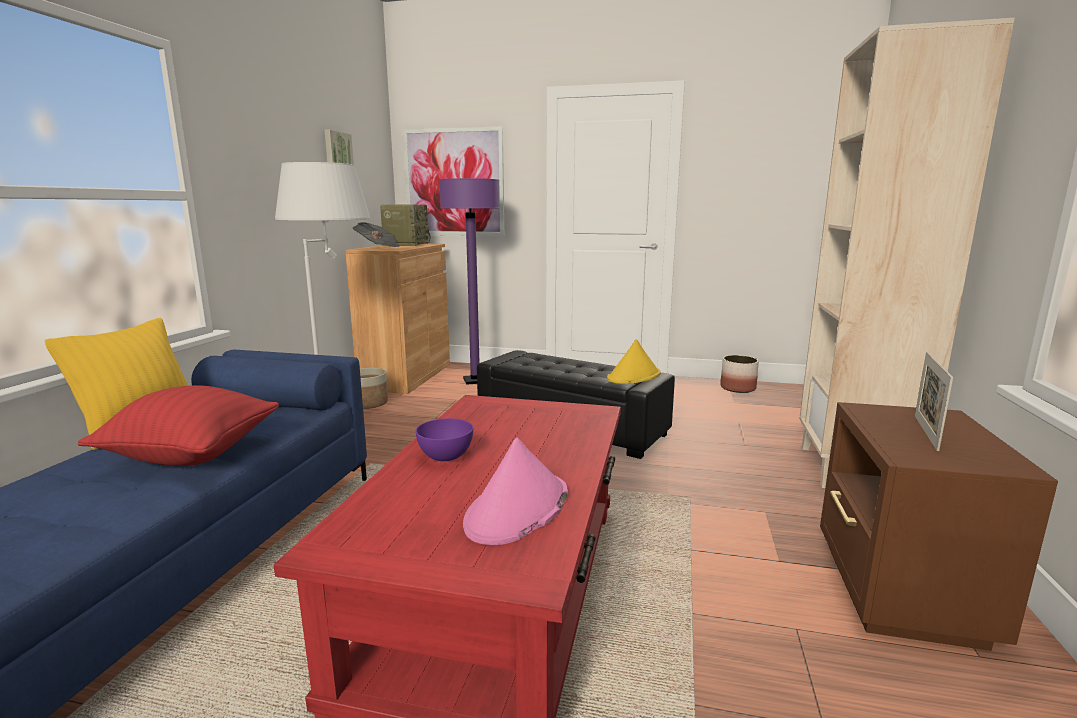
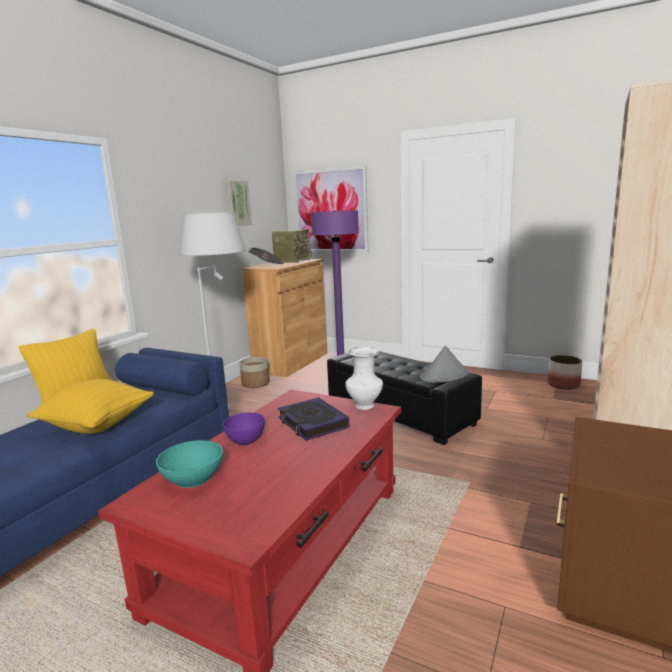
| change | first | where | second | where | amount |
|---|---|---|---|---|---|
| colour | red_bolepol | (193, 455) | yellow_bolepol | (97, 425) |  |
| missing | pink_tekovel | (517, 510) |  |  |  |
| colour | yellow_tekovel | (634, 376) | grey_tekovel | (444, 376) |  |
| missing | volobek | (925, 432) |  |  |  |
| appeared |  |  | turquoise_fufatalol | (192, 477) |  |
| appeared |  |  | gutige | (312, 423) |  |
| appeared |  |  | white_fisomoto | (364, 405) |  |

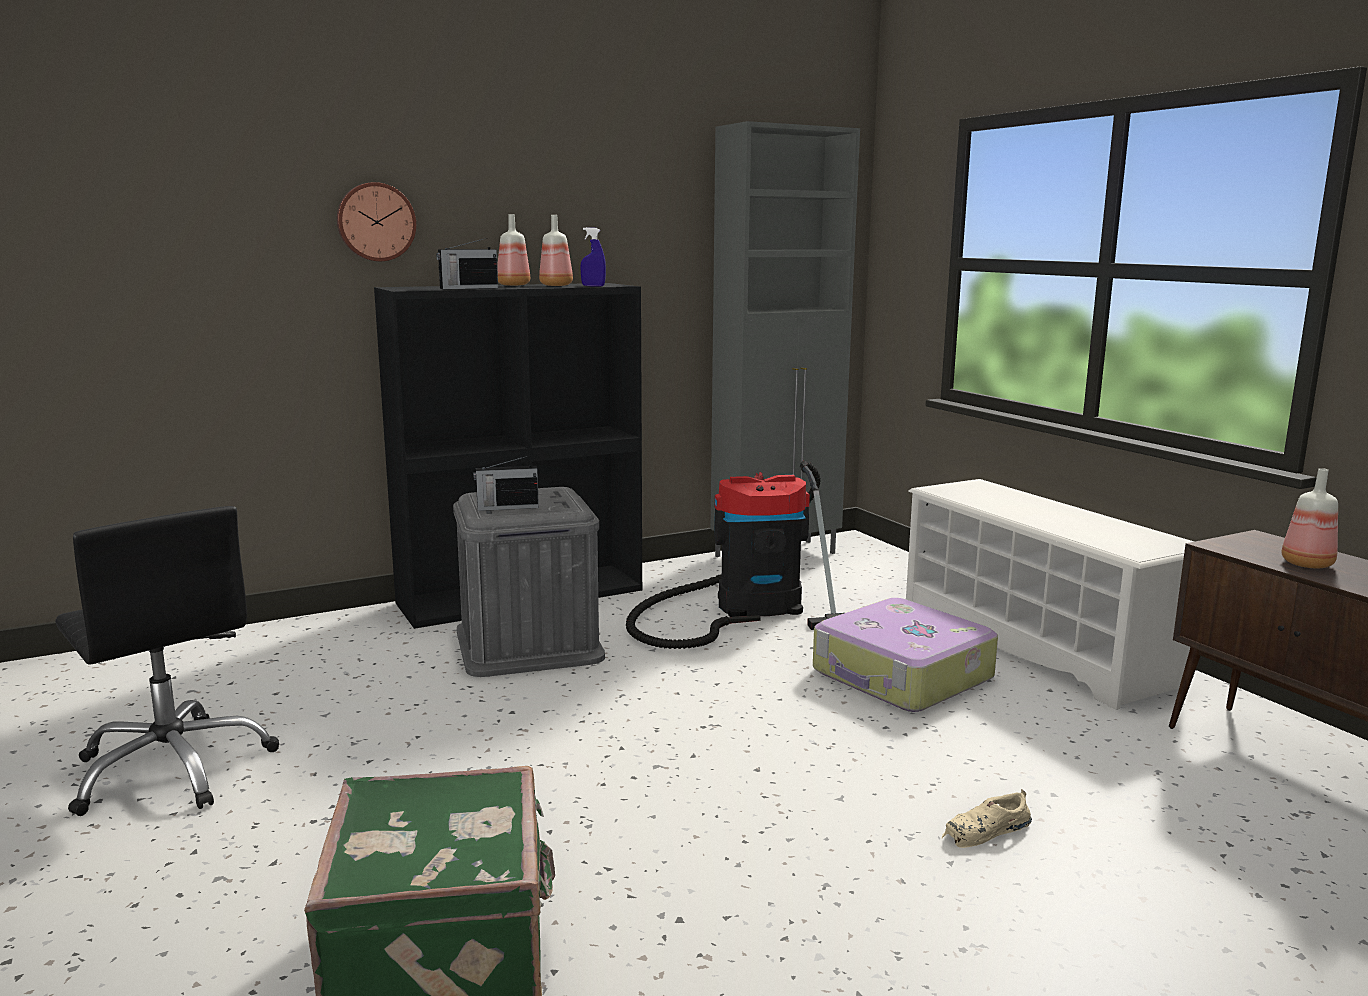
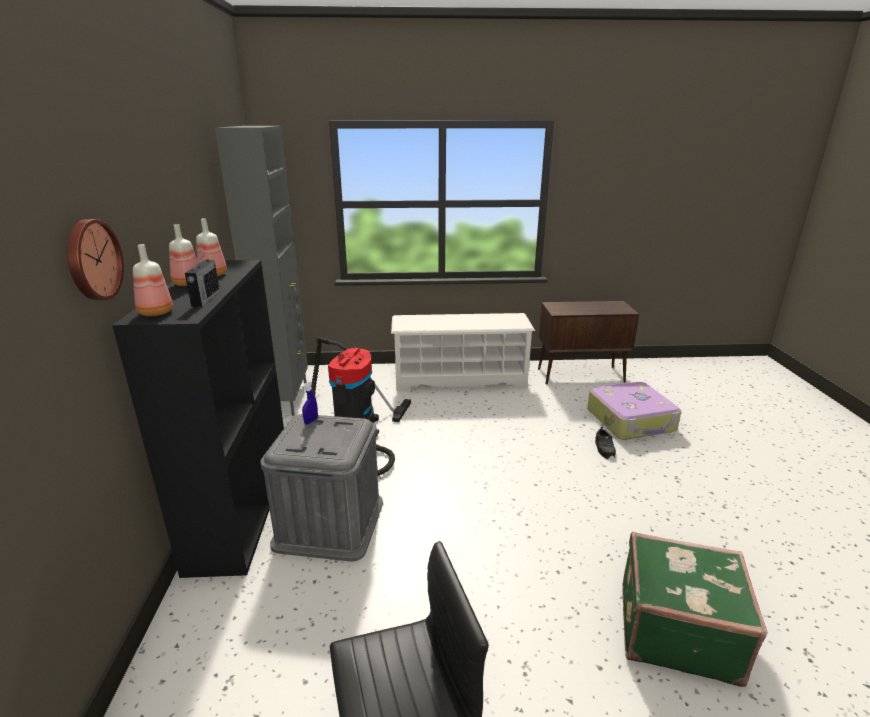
| change | first | where | second | where | amount |
|---|---|---|---|---|---|
| missing | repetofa | (506, 507) |  |  |  |
| relocated | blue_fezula | (593, 286) |  | (311, 421) |  |
| relocated | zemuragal | (902, 676) |  | (631, 420) |  |
| colour | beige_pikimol | (985, 831) | black_pikimol | (604, 448) |  |
| relocated | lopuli | (1305, 564) |  | (155, 313) |  |

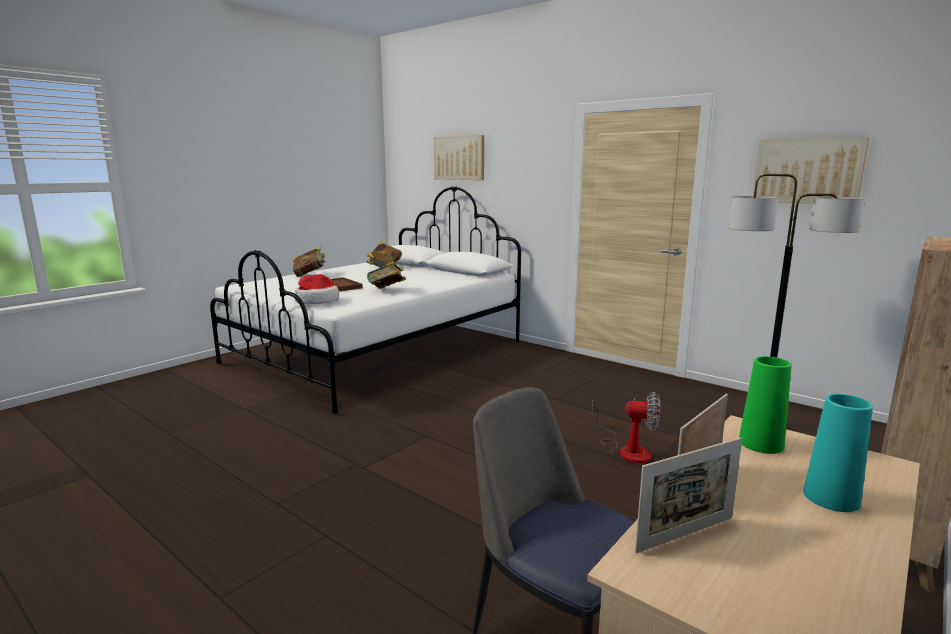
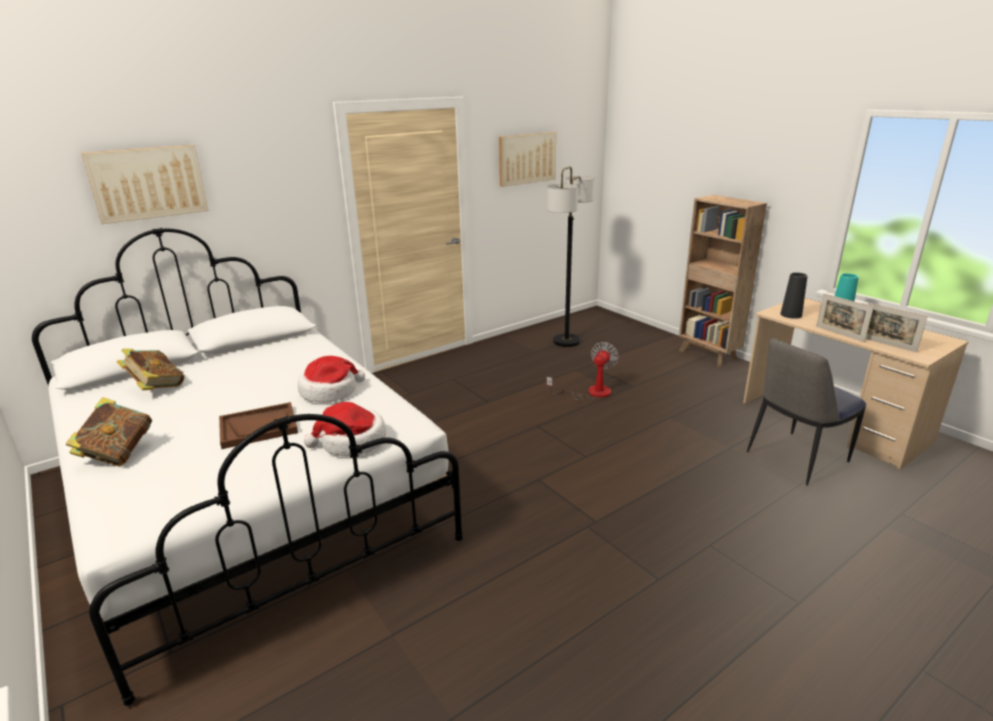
| change | first | where | second | where | amount |
|---|---|---|---|---|---|
| exchanged | gutige | (387, 291) | tekovel | (330, 391) |  |
| spun | volobek | (685, 534) |  | (887, 344) | 150 degrees clockwise |
| colour | green_fisomoto | (761, 443) | black_fisomoto | (791, 315) |  |

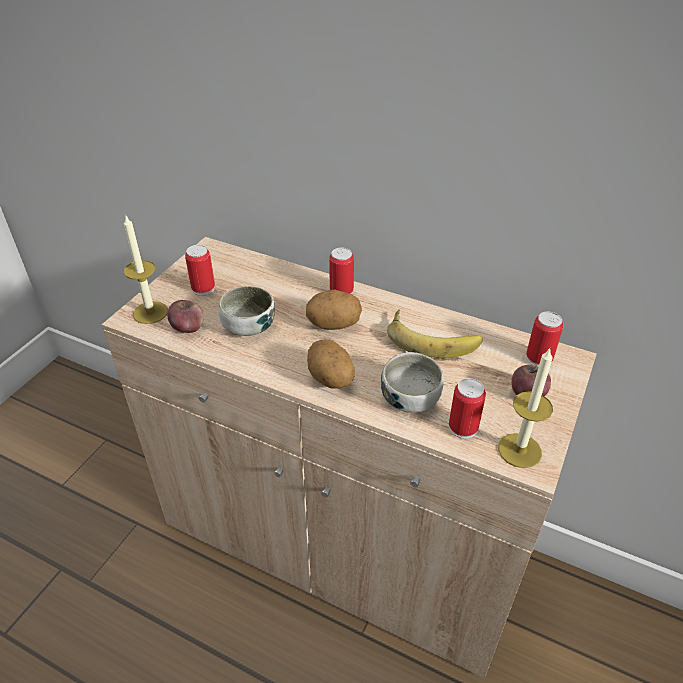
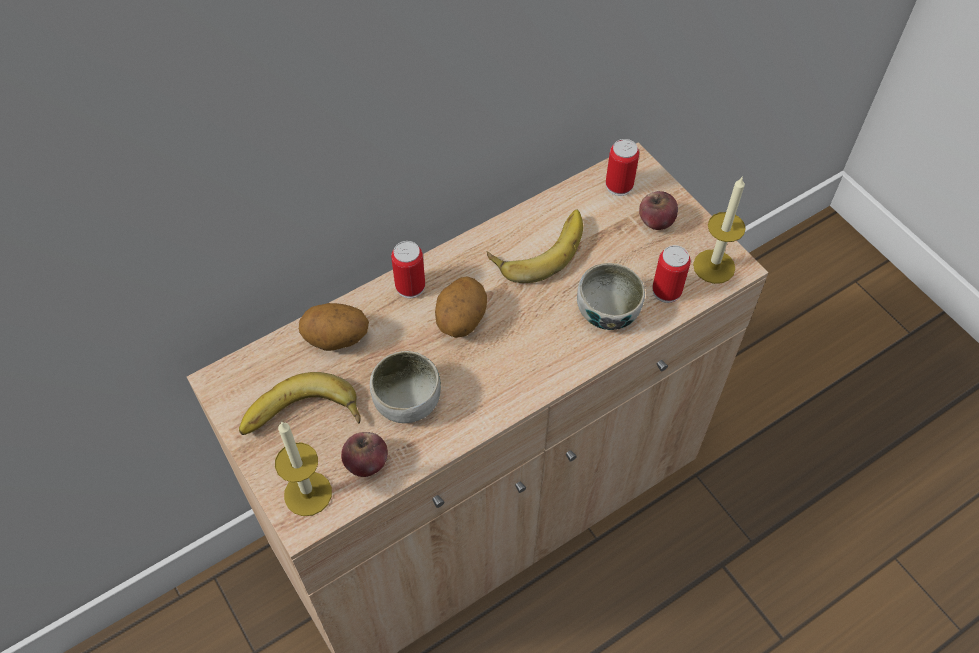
| change | first | where | second | where | amount |
|---|---|---|---|---|---|
| exchanged | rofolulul | (203, 289) | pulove | (302, 419) |  |
| relocated | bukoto | (330, 380) |  | (336, 340) |  |

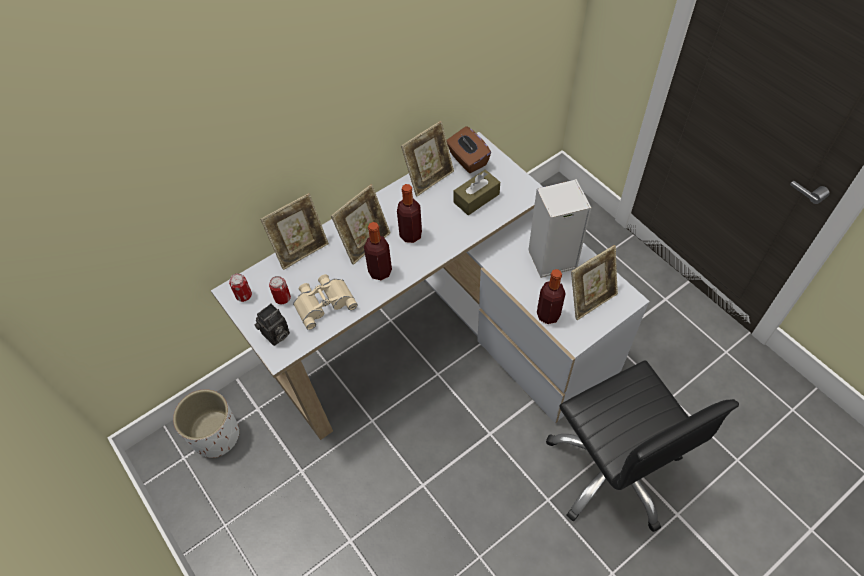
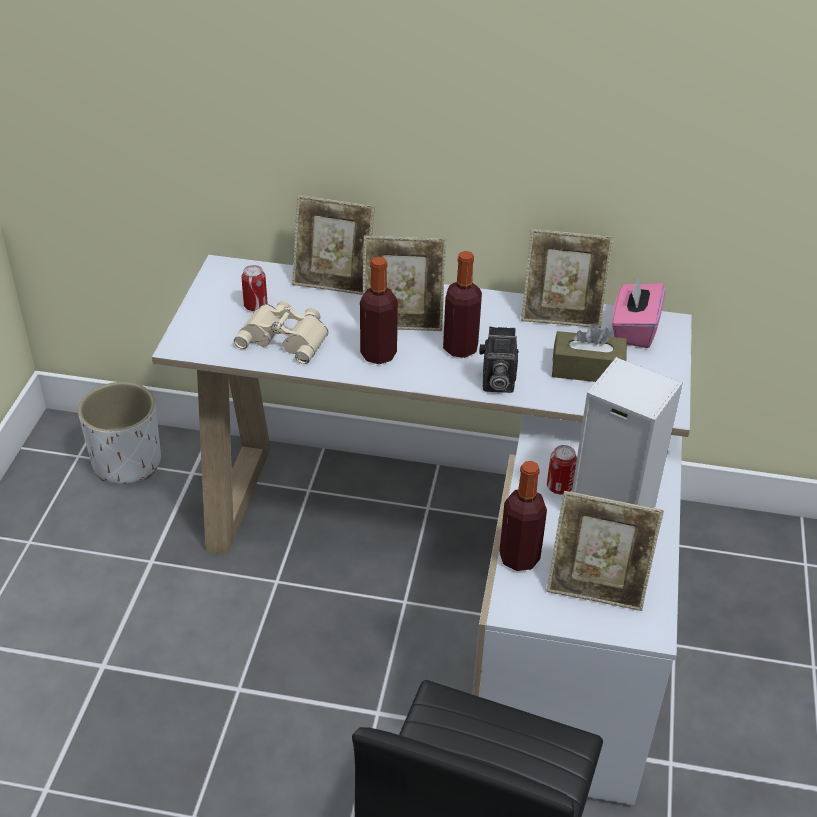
| change | first | where | second | where | amount |
|---|---|---|---|---|---|
| relocated | rofolulul | (244, 295) |  | (559, 487) |  |
| relocated | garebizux | (276, 335) |  | (496, 384) |  |
| colour | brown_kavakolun | (467, 160) | pink_kavakolun | (634, 329) |  |

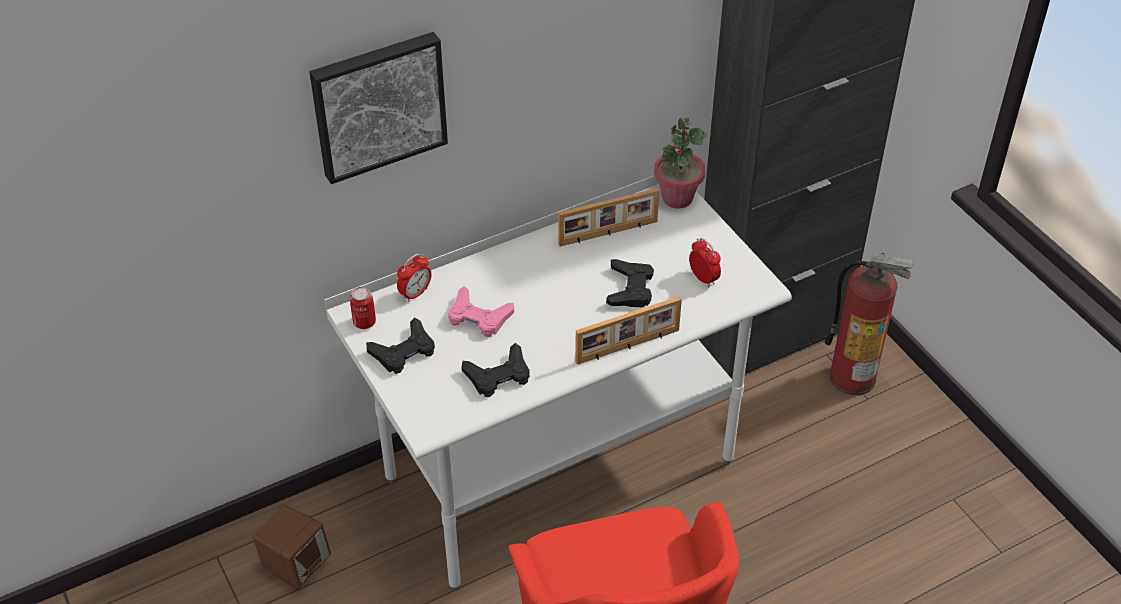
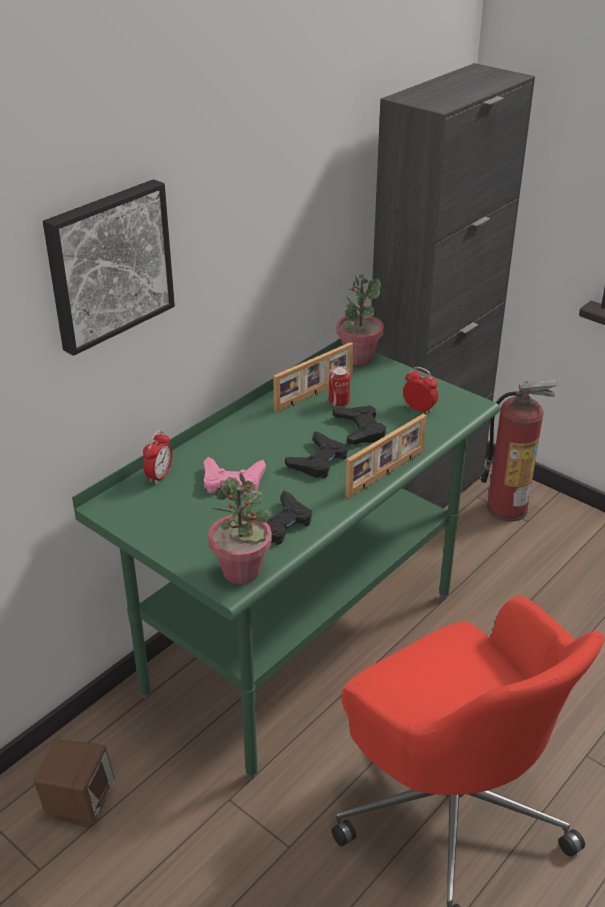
| change | first | where | second | where | amount |
|---|---|---|---|---|---|
| colour | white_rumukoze | (559, 470) | green_rumukoze | (301, 643) |  |
| relocated | rofolulul | (364, 322) |  | (339, 402) |  |
| relocated | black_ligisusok | (403, 351) |  | (318, 461) |  |
| appeared |  |  | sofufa | (242, 571) |  |

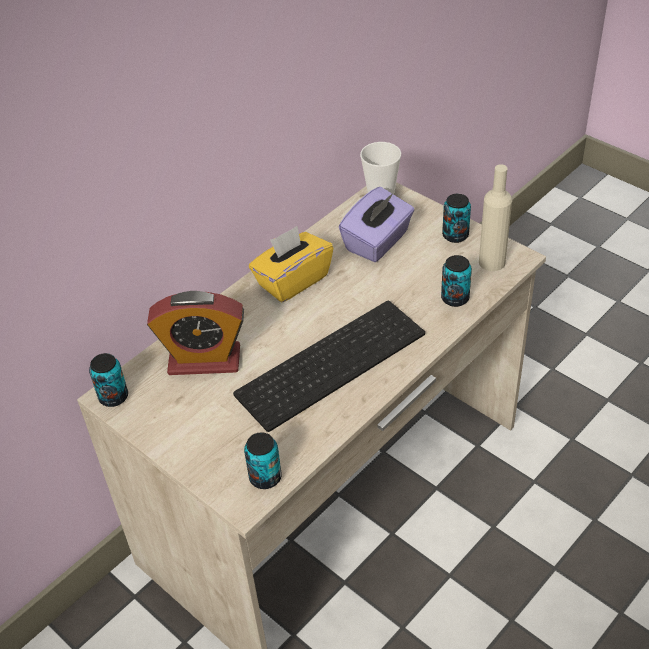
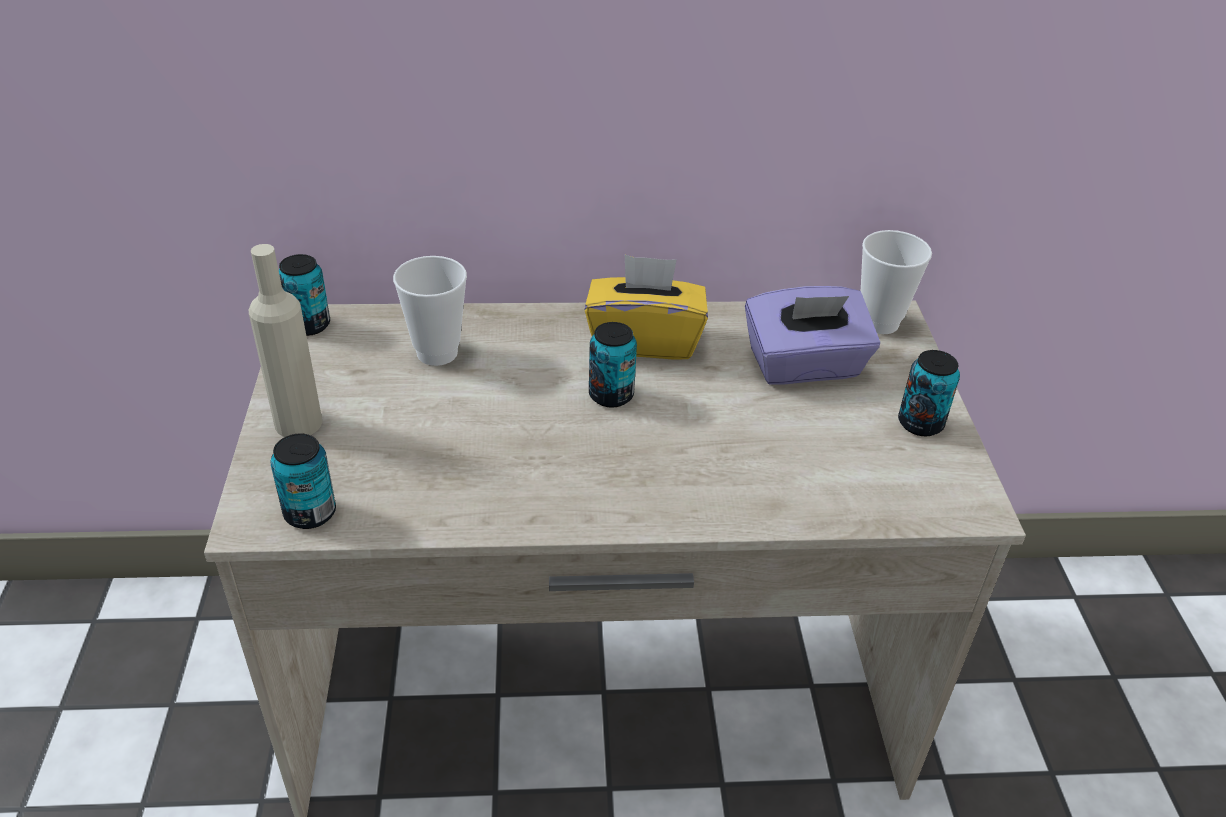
| change | first | where | second | where | amount |
|---|---|---|---|---|---|
| exchanged | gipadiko | (204, 360) | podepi | (437, 353) |  |
| missing | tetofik | (330, 361) |  |  |  |
| relocated | rofolulul | (455, 298) |  | (611, 395) |  |
| relocated | beige_lopuli | (492, 262) |  | (298, 423) |  |

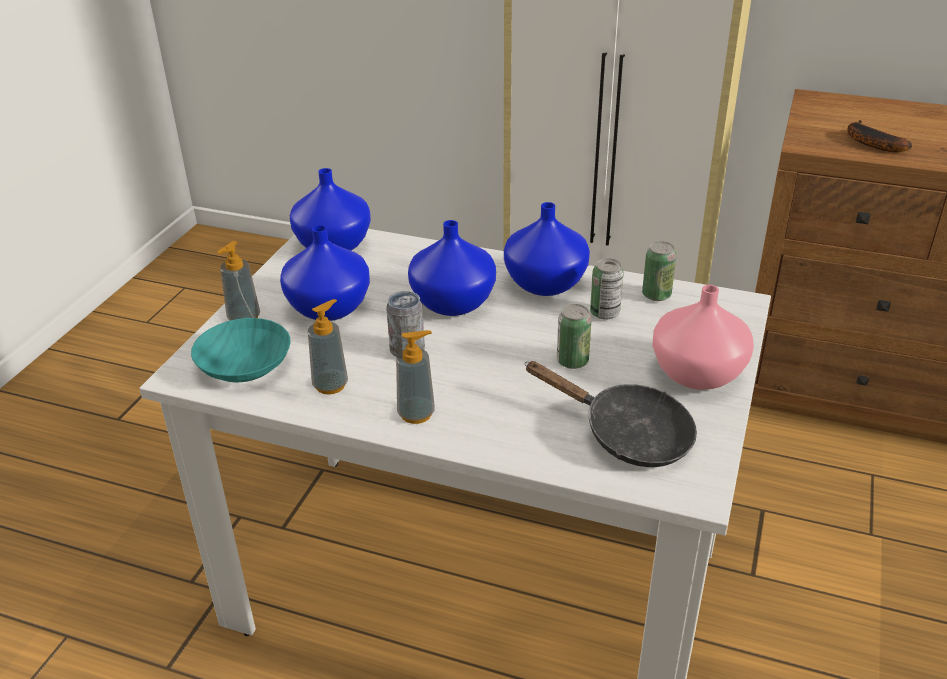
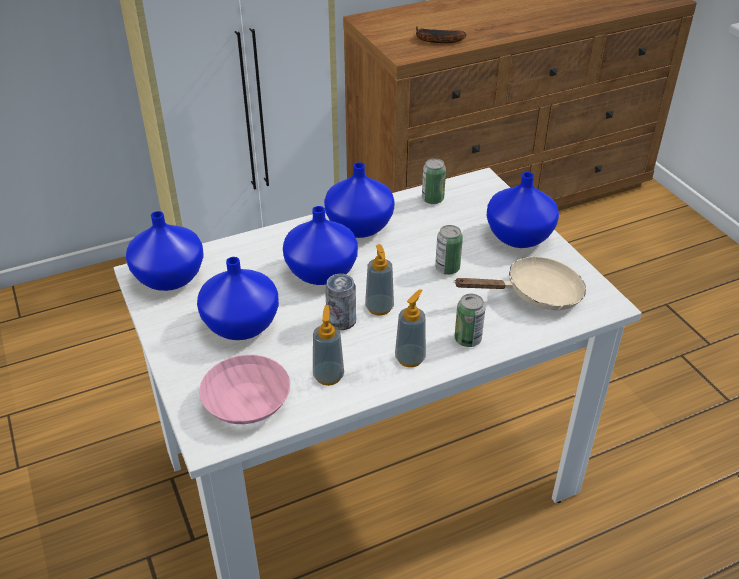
| change | first | where | second | where | amount |
|---|---|---|---|---|---|
| colour | turquoise_fufatalol | (245, 364) | pink_fufatalol | (245, 401) |  |
| relocated | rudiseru | (244, 319) |  | (379, 308) |  |
| colour | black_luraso | (627, 434) | beige_luraso | (535, 294) |  |
| relocated | rofolulul | (604, 313) |  | (467, 339) |  |
| colour | pink_fisomoto | (695, 372) | blue_fisomoto | (517, 236) |  |

